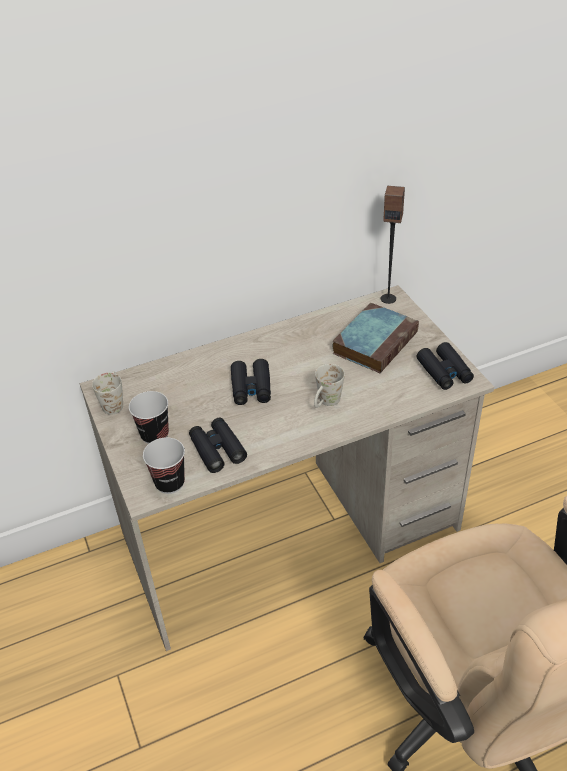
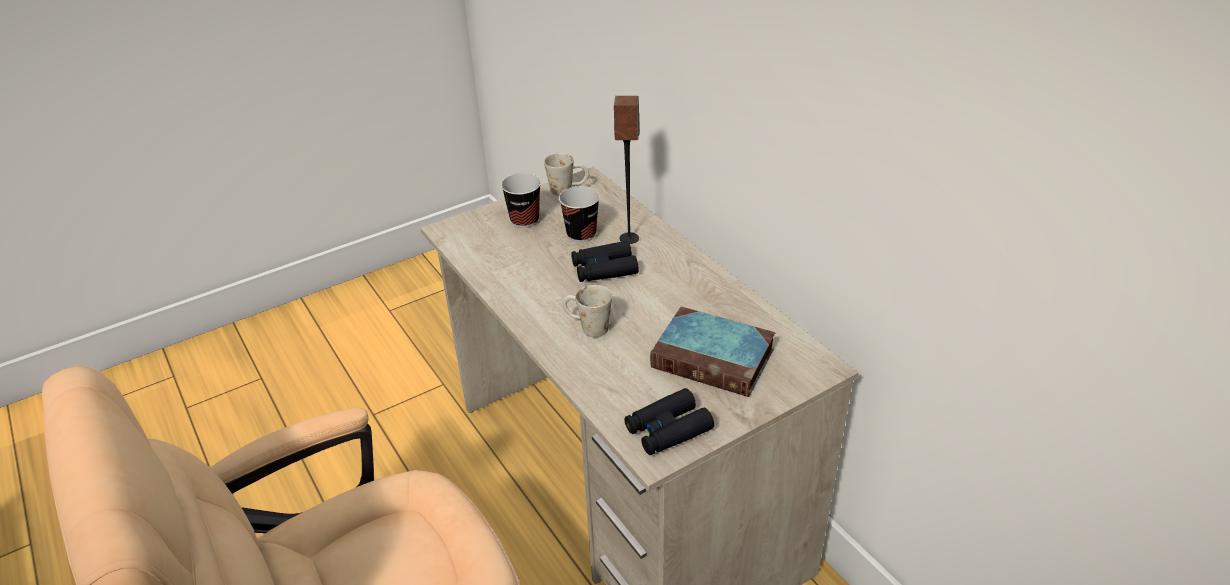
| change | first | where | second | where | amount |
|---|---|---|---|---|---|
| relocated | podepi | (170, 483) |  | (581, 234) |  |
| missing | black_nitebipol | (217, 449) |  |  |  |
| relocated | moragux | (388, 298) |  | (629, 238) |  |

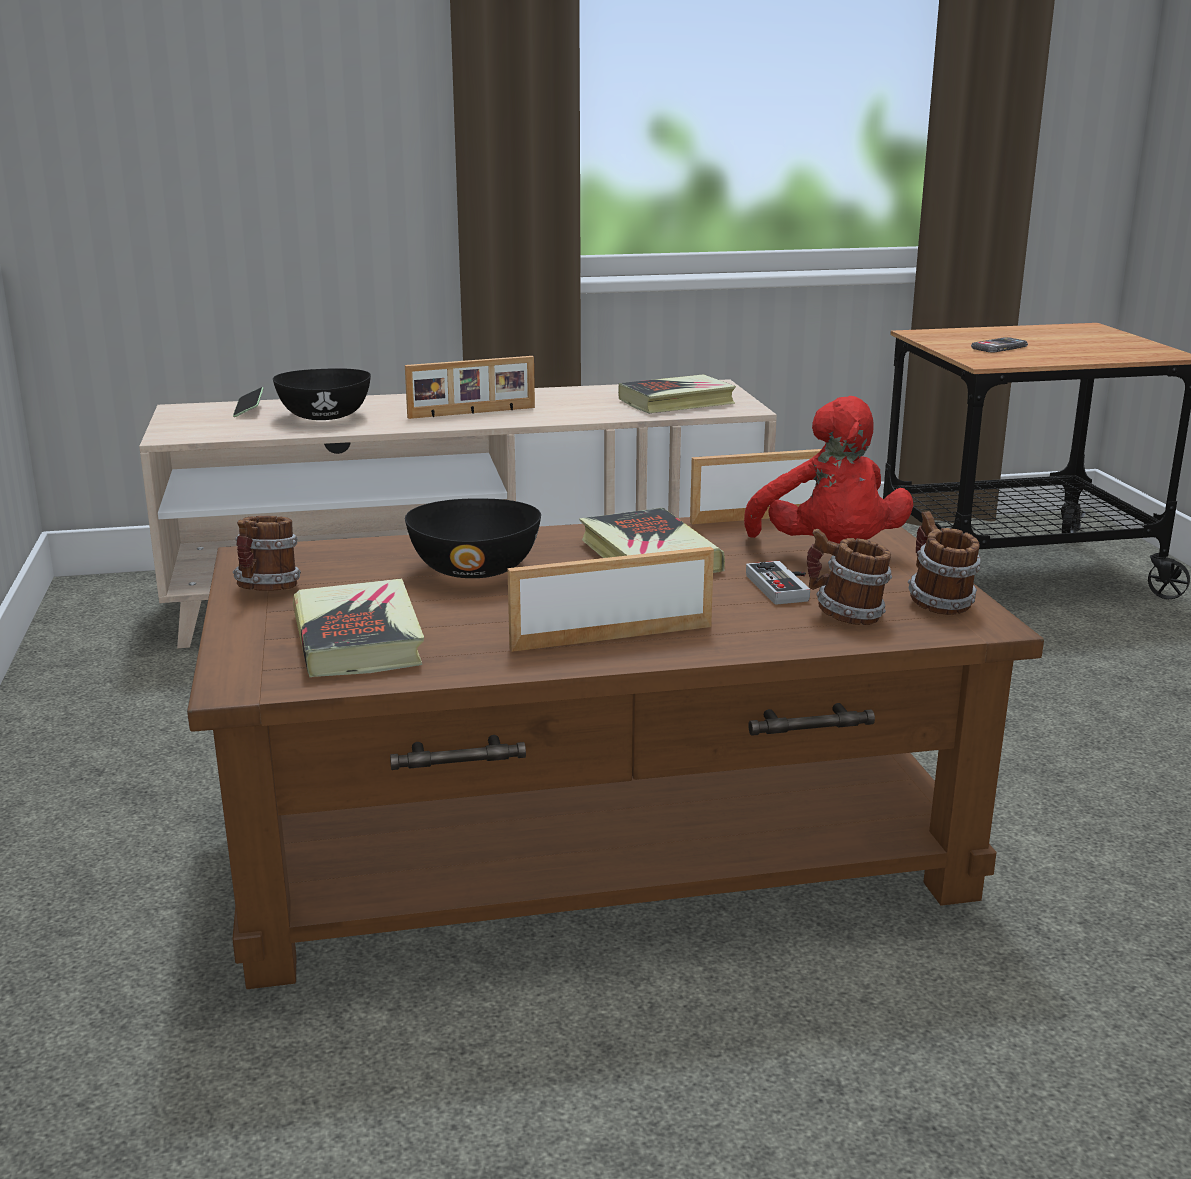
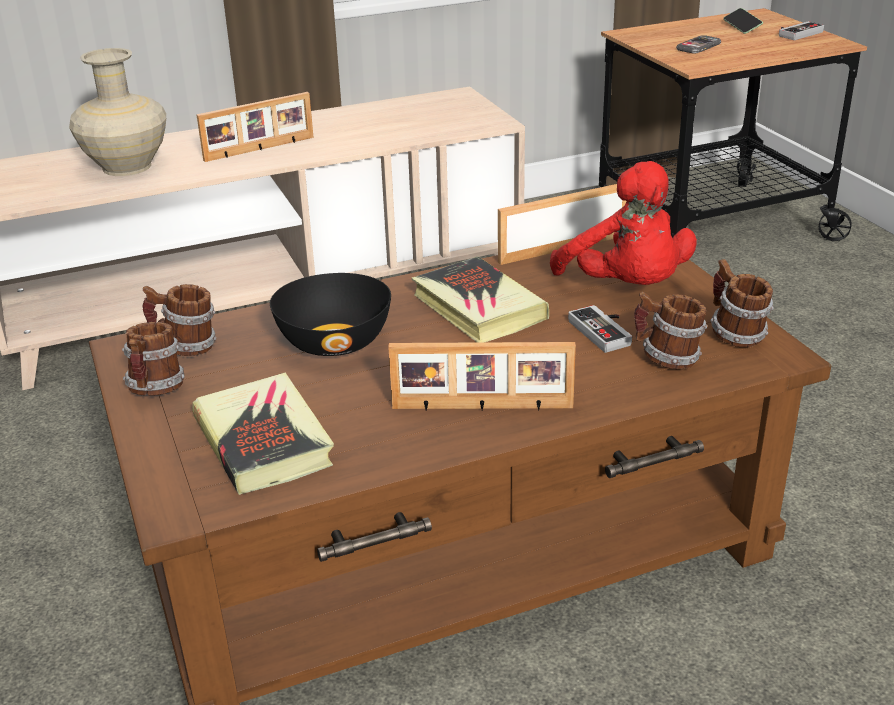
| change | first | where | second | where | amount |
|---|---|---|---|---|---|
| relocated | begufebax | (249, 410) |  | (742, 27) |  |
| exchanged | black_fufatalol | (324, 417) | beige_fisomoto | (126, 167) |  |
| spun | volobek | (611, 636) |  | (482, 408) | 150 degrees counterclockwise |
| missing | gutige | (677, 402) |  |  |  |
| appeared |  |  | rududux | (186, 347) |  |
| appeared |  |  | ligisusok | (797, 33) |  |

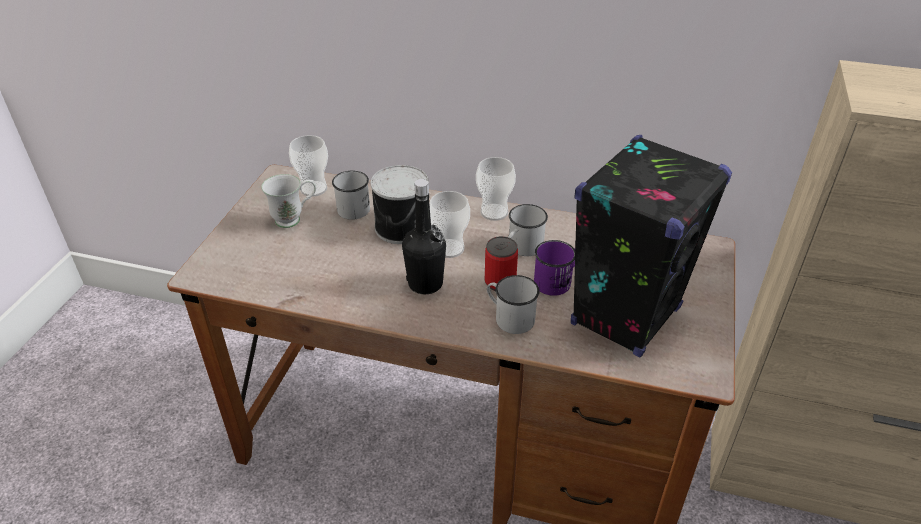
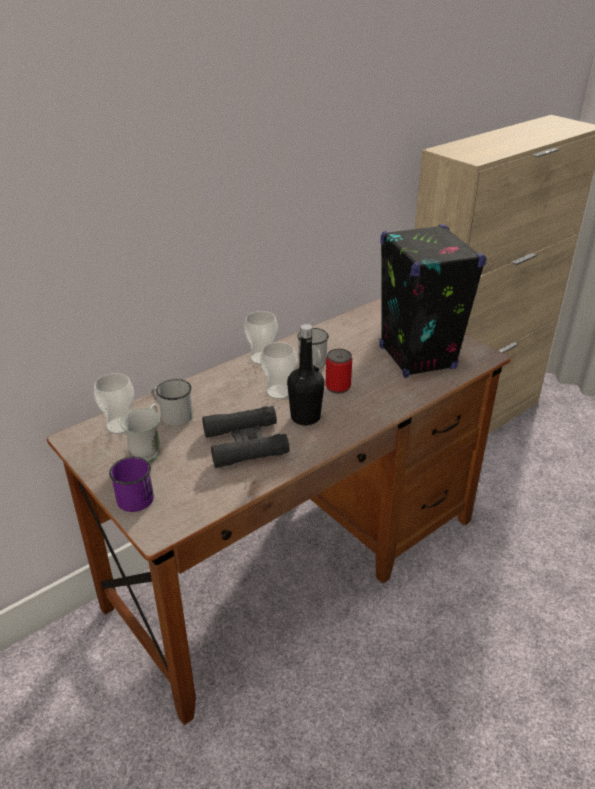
| change | first | where | second | where | amount |
|---|---|---|---|---|---|
| missing | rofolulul | (403, 227) |  |  |  |
| missing | white_rududux | (509, 317) |  |  |  |
| relocated | purple_rududux | (557, 281) |  | (136, 495) |  |
| appeared |  |  | black_nitebipol | (245, 443) |  |

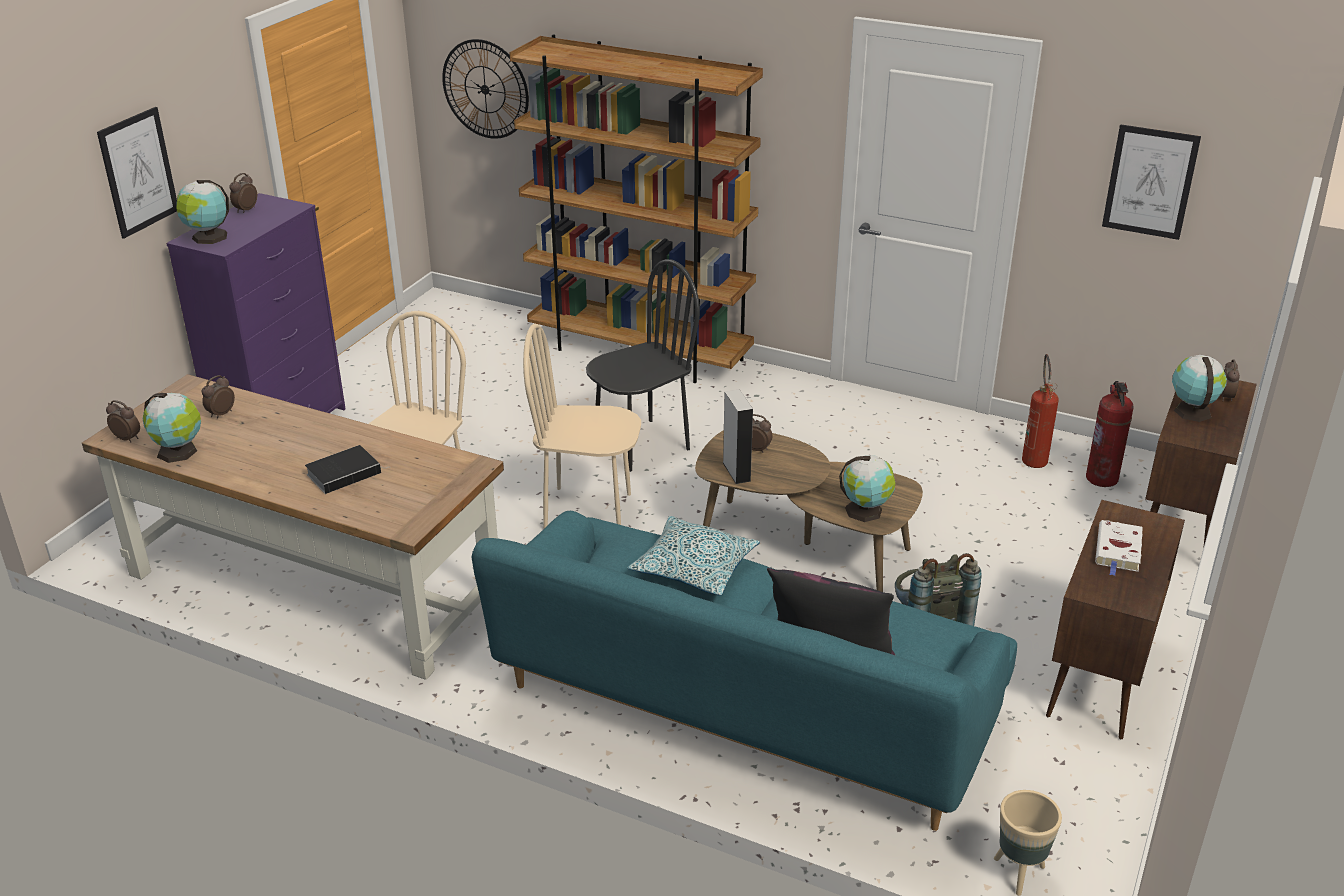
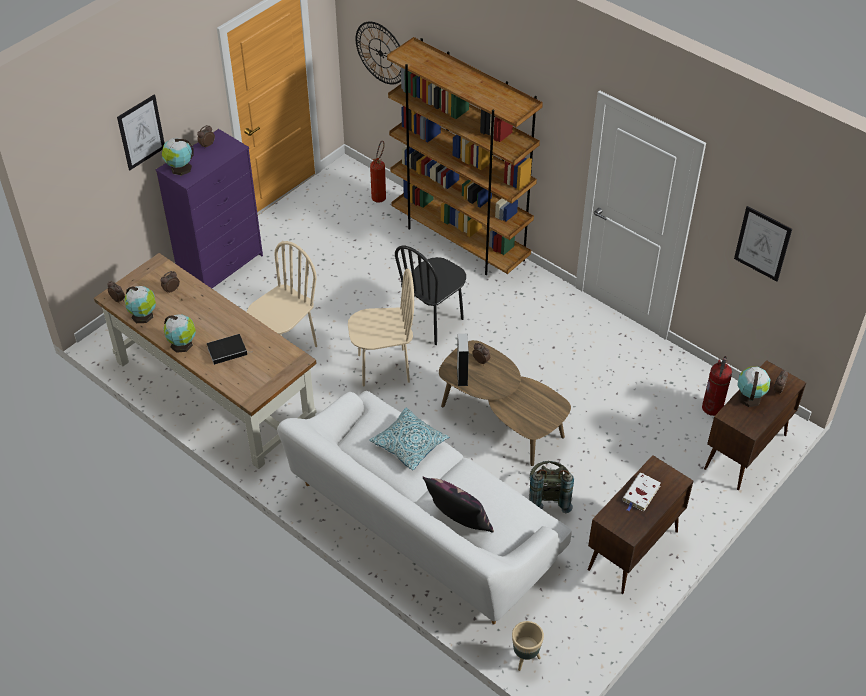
| change | first | where | second | where | amount |
|---|---|---|---|---|---|
| colour | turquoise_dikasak | (743, 705) | white_dikasak | (423, 524) |  |
| spun | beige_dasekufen | (588, 510) |  | (383, 367) | 150 degrees clockwise |
| spun | black_dasekufen | (641, 445) |  | (433, 322) | 150 degrees clockwise |
| relocated | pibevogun | (866, 511) |  | (182, 344) |  |
| relocated | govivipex | (1033, 458) |  | (380, 195) |  |

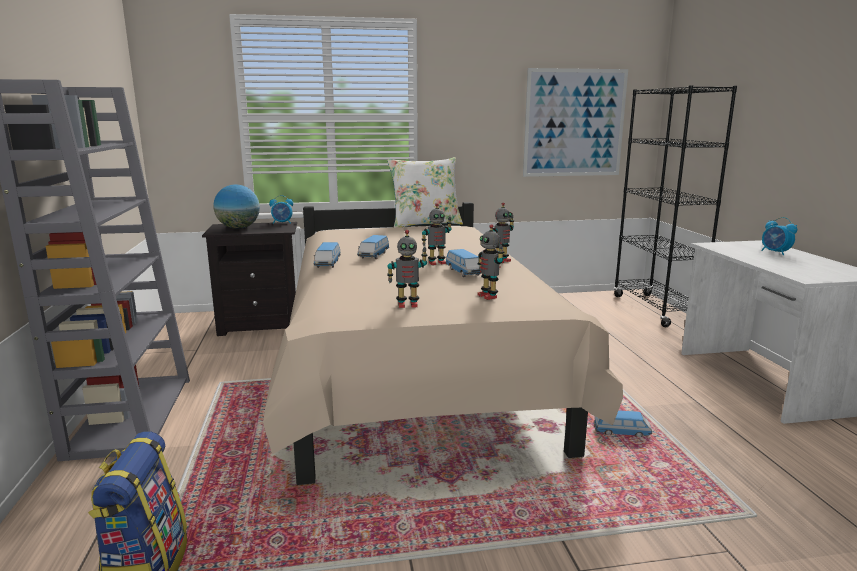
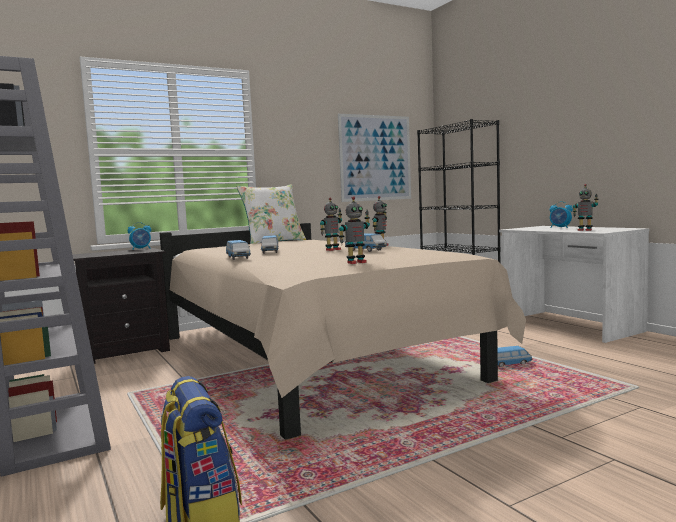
| change | first | where | second | where | amount |
|---|---|---|---|---|---|
| missing | pibevogun | (238, 228) |  |  |  |
| relocated | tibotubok | (488, 296) |  | (584, 230) |  |

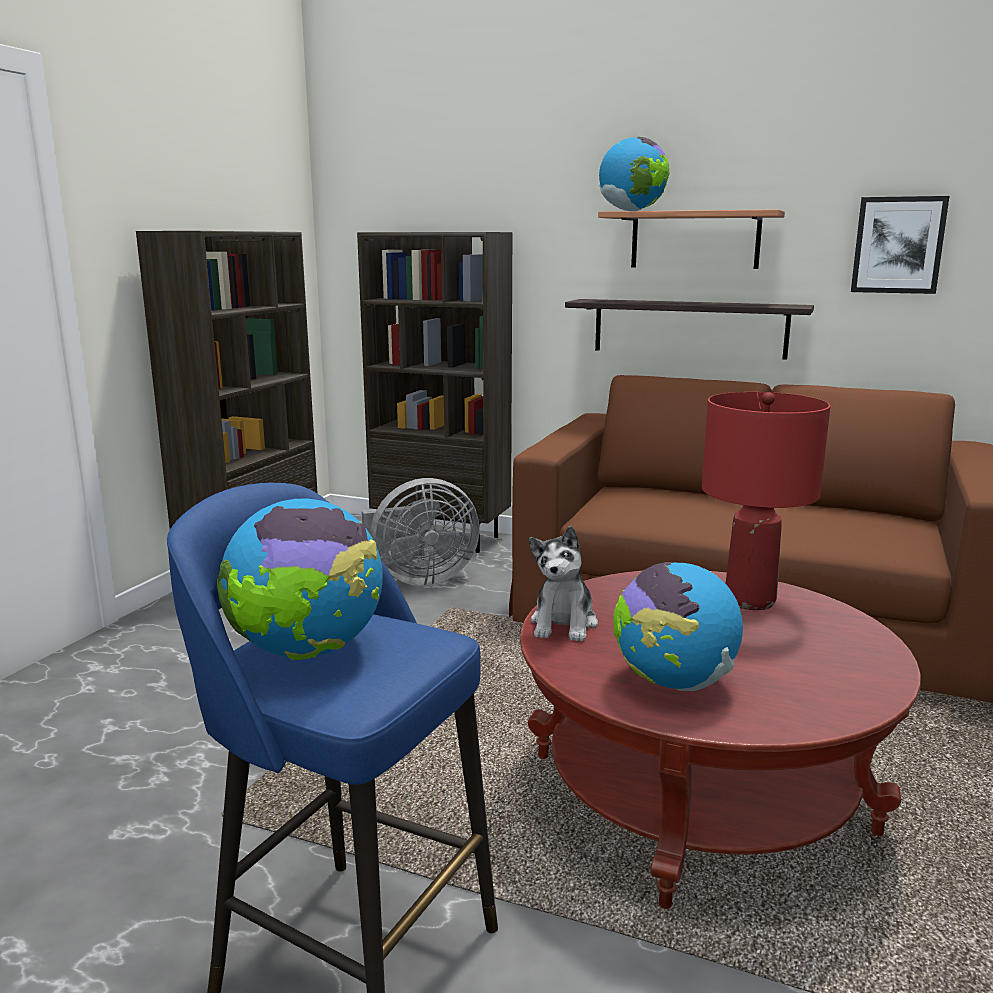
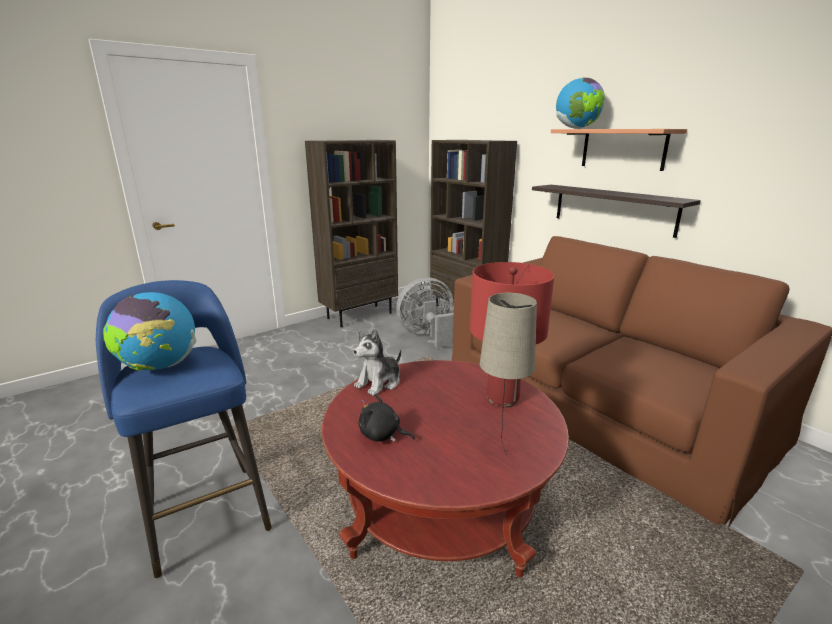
| change | first | where | second | where | amount |
|---|---|---|---|---|---|
| spun | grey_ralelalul | (419, 579) |  | (429, 336) | 150 degrees clockwise |
| exchanged | pibevogun | (673, 682) | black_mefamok | (382, 435) |  |
| missing | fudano | (898, 245) |  |  |  |
| appeared |  |  | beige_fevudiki | (499, 446) |  |

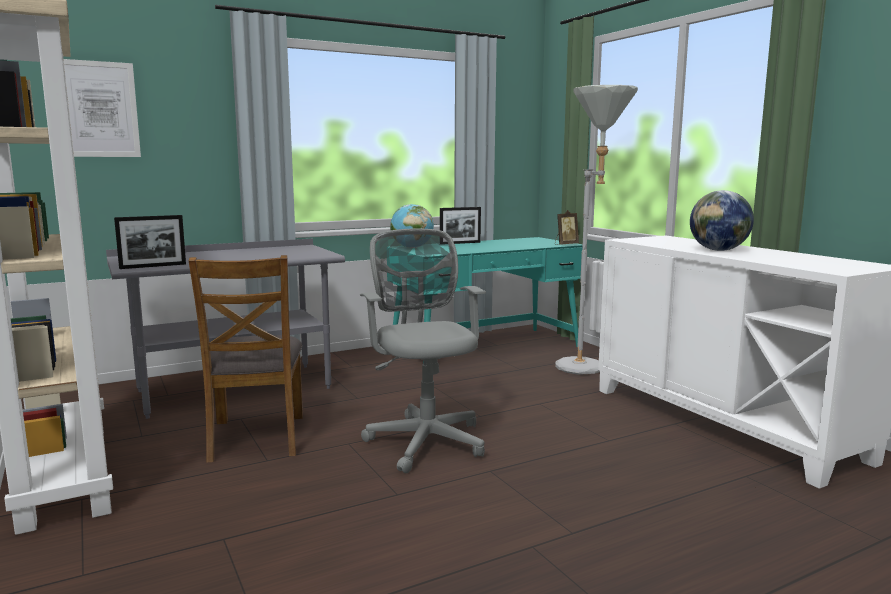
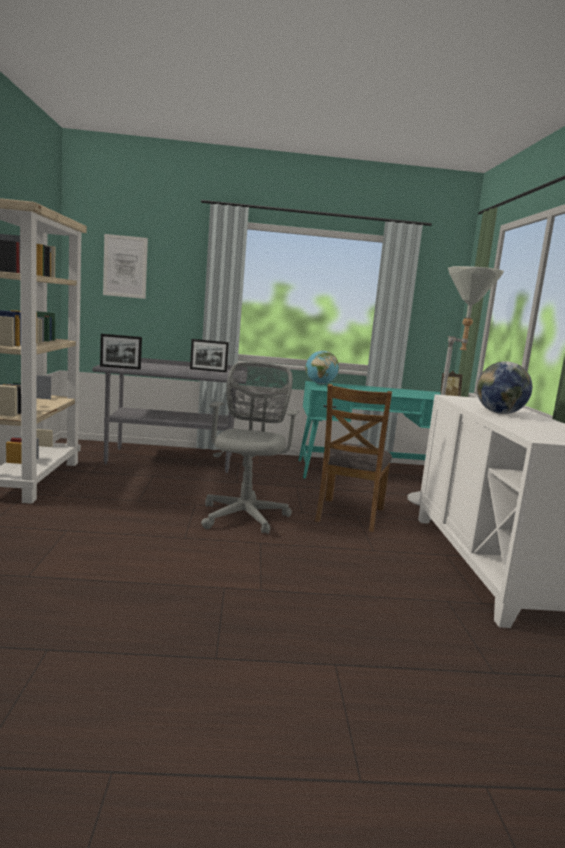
| change | first | where | second | where | amount |
|---|---|---|---|---|---|
| relocated | brown_dasekufen | (256, 437) |  | (349, 514) |  |
| relocated | volobek | (460, 243) |  | (208, 370) |  |

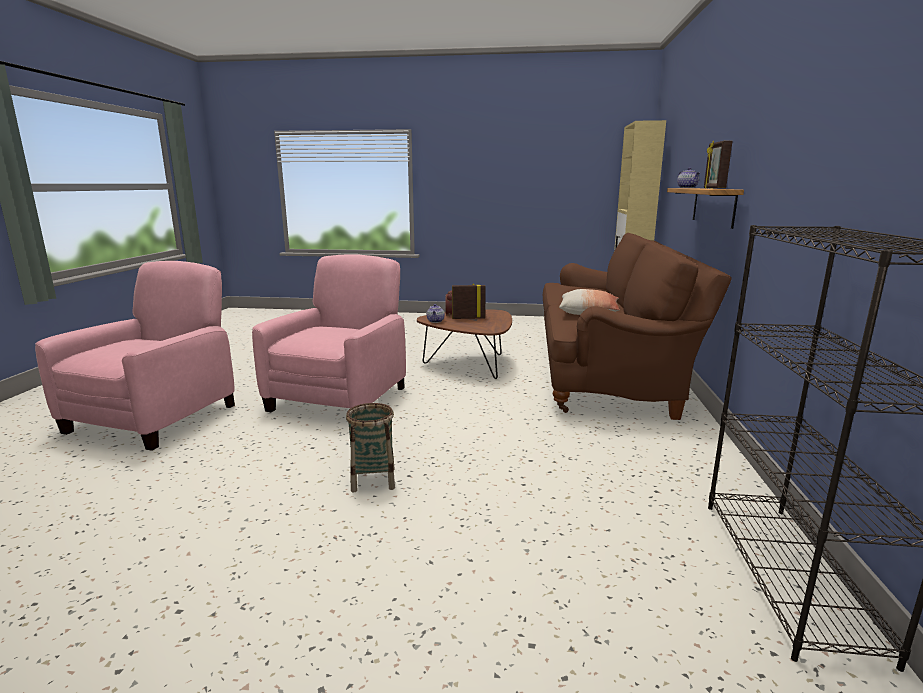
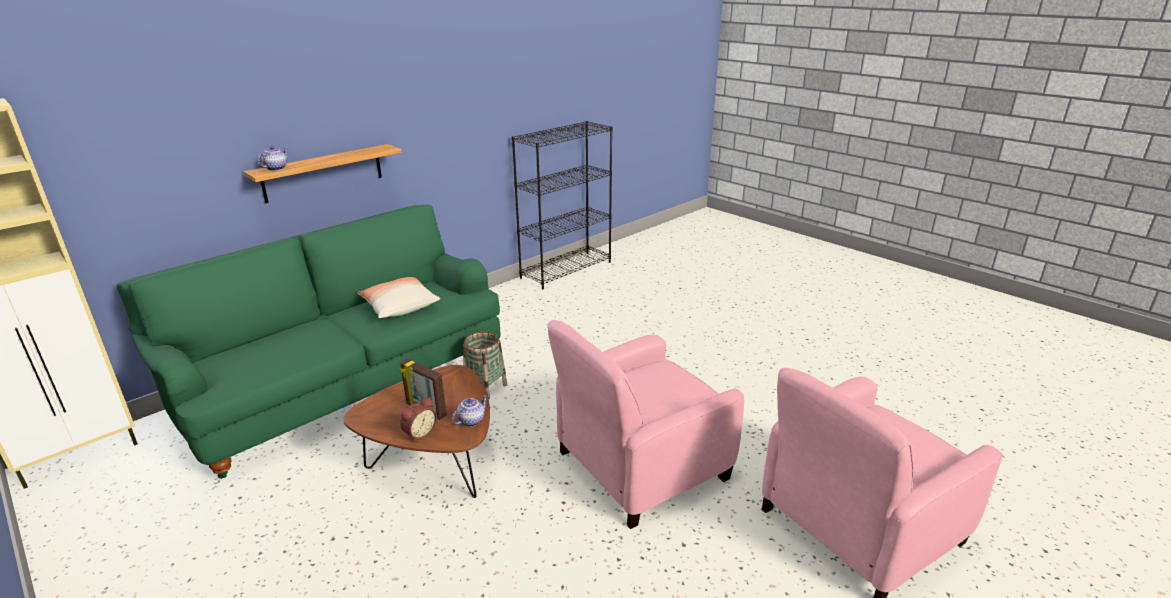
| change | first | where | second | where | amount |
|---|---|---|---|---|---|
| relocated | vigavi | (373, 480) |  | (485, 387) |  |
| colour | brown_dikasak | (607, 369) | green_dikasak | (344, 385) |  |
| missing | volobek | (713, 188) |  |  |  |

